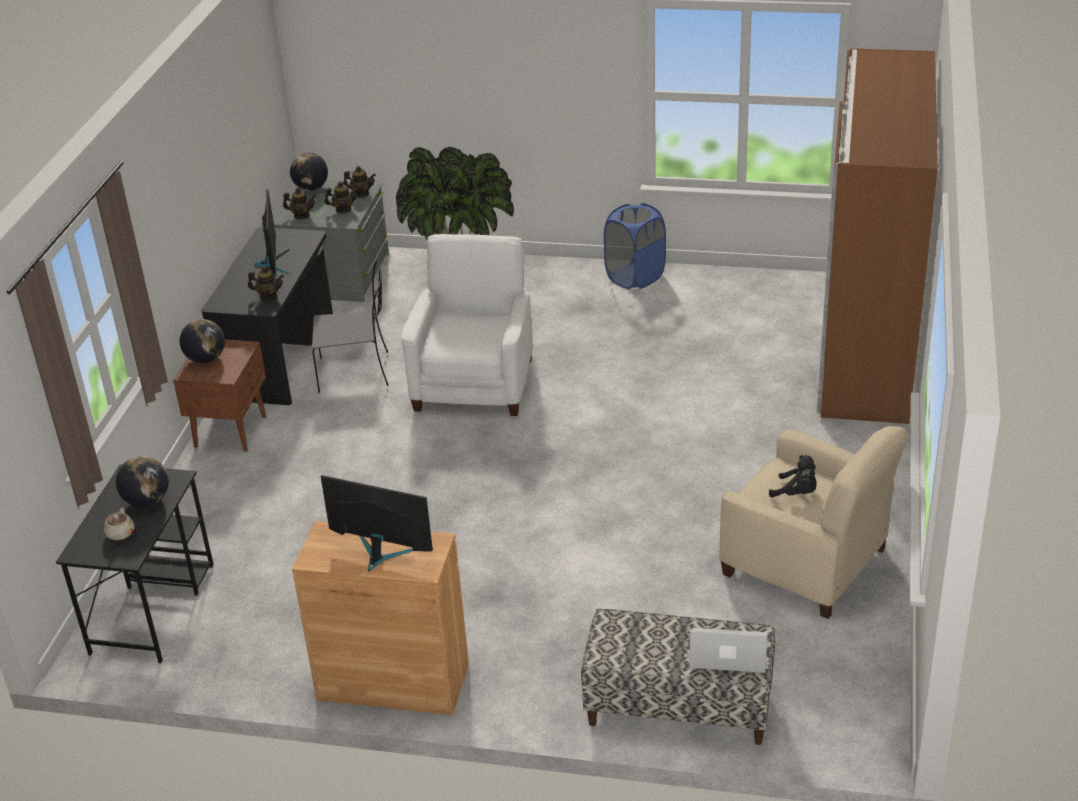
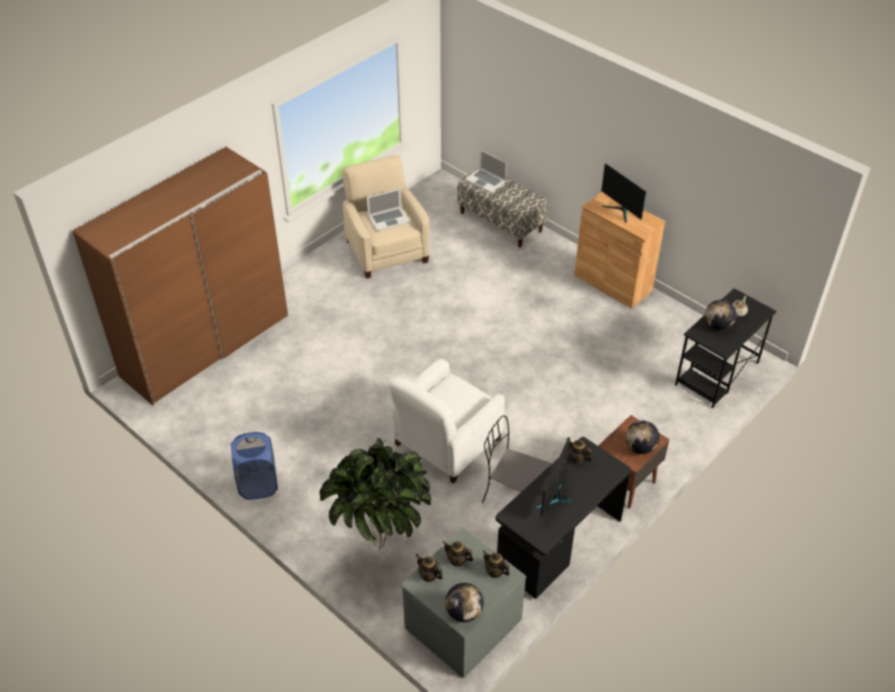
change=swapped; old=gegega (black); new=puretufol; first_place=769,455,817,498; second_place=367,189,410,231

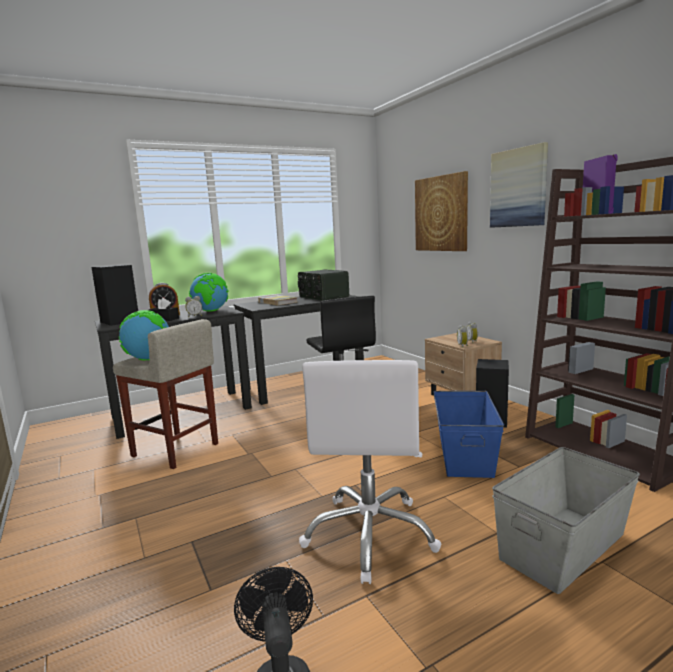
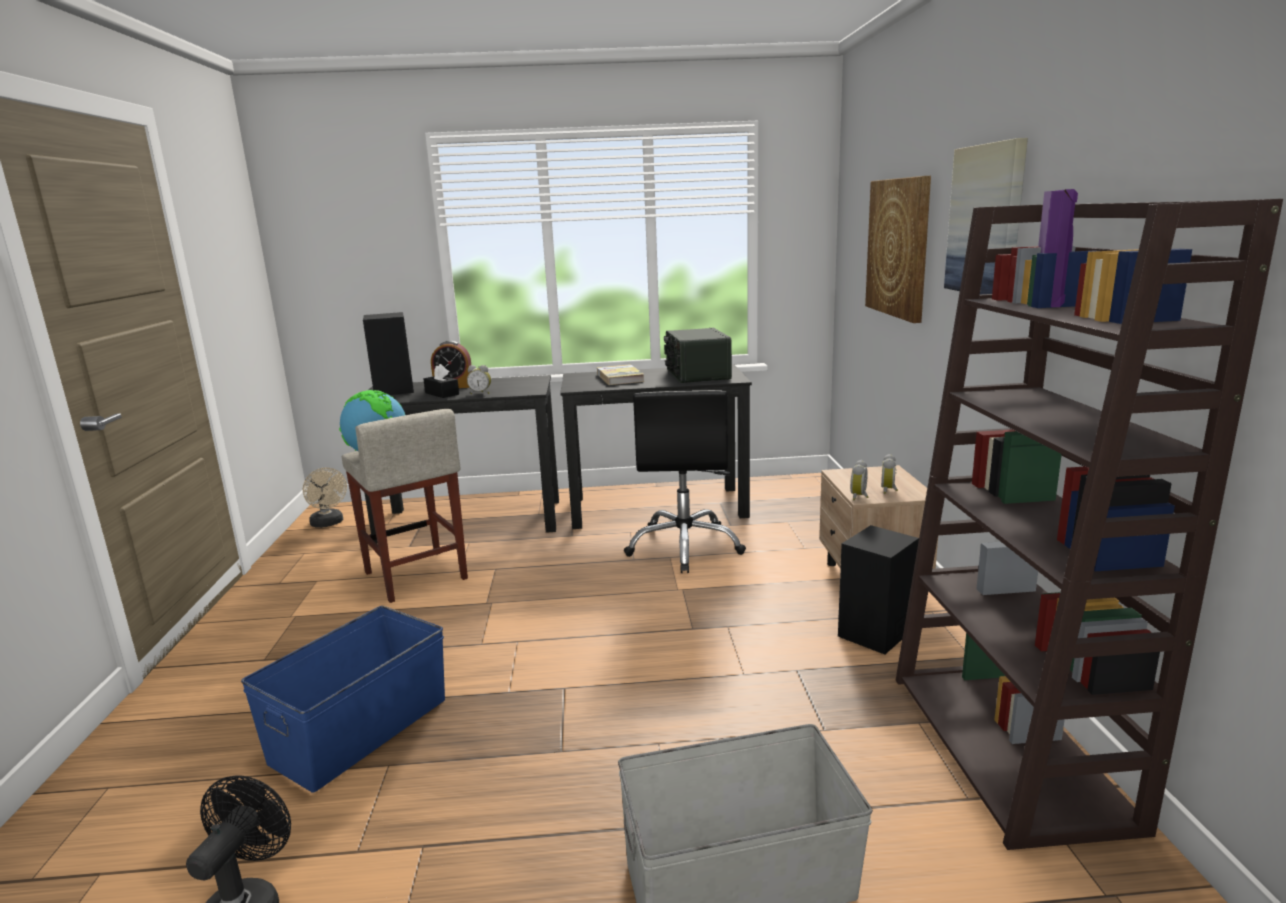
change=gone; old=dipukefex; first_place=189,273,229,312
change=gone; old=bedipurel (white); first_place=299,360,441,584
change=new; new=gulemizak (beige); second_place=303,468,347,528
change=shifted; old=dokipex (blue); first_place=433,391,504,478; second_place=241,606,445,793

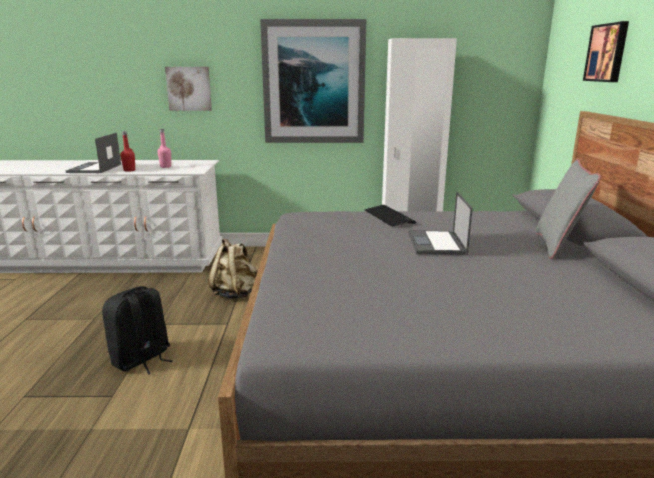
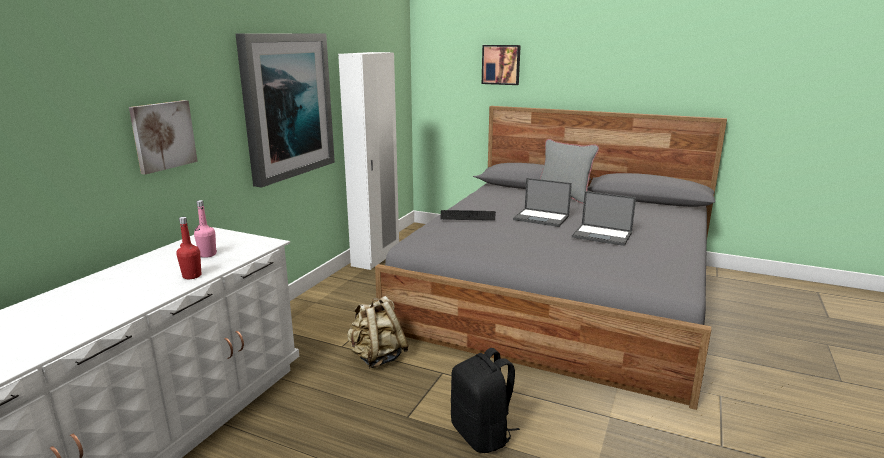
change=shifted; old=puretufol; first_place=66,133,121,173; second_place=572,191,636,246

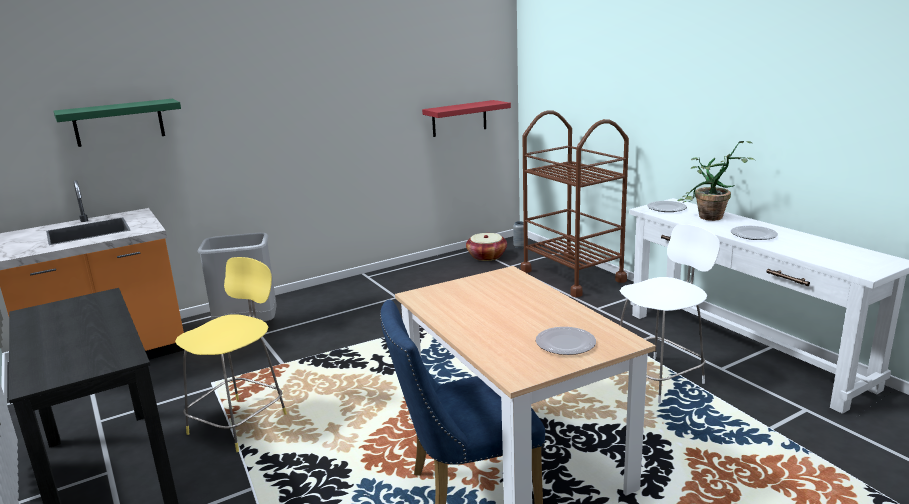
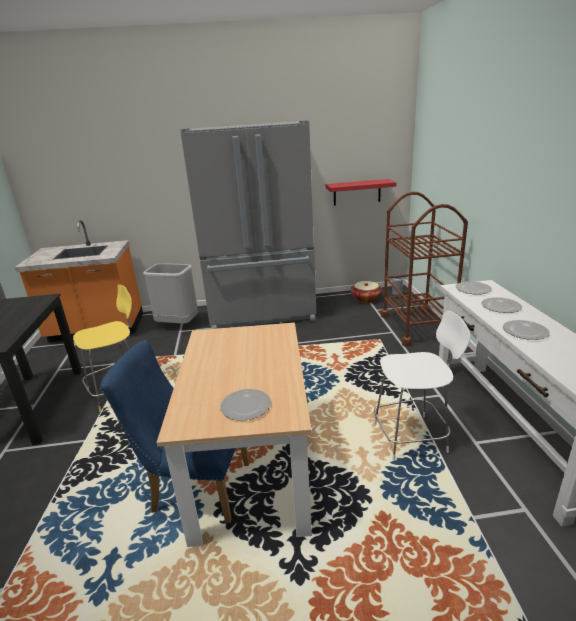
change=gone; old=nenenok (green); first_place=54,99,181,147
change=new; new=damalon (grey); second_place=180,121,316,329
change=swapped; old=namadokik; new=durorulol; first_place=678,141,756,221; second_place=481,297,522,313

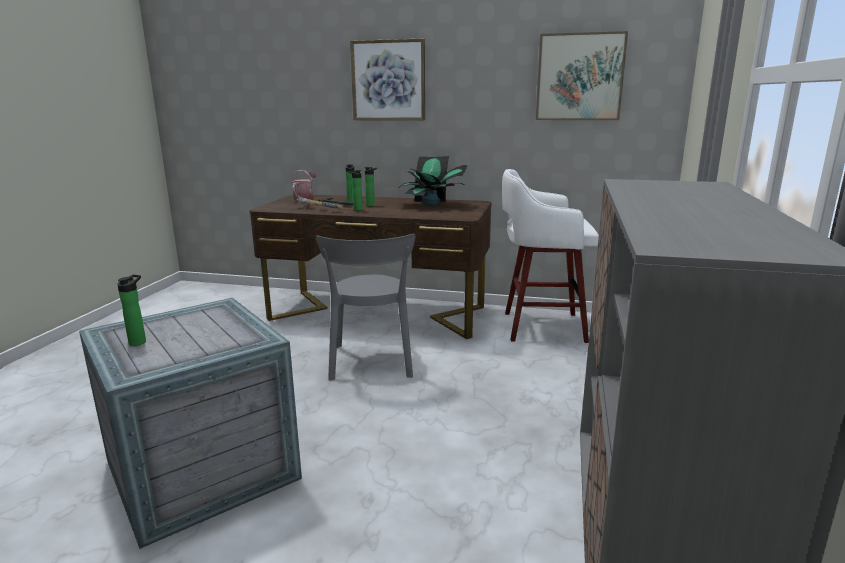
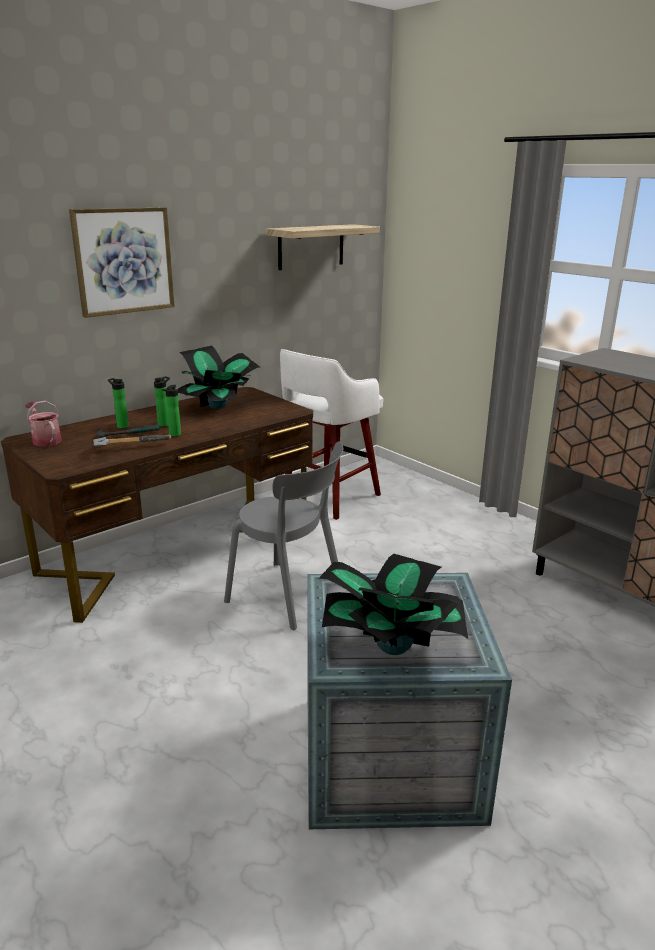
change=swapped; old=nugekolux; new=namadokik; first_place=117,275,146,346; second_place=318,554,468,655
change=swapped; old=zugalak; new=nenenok; first_place=536,31,628,120; second_place=266,224,380,270

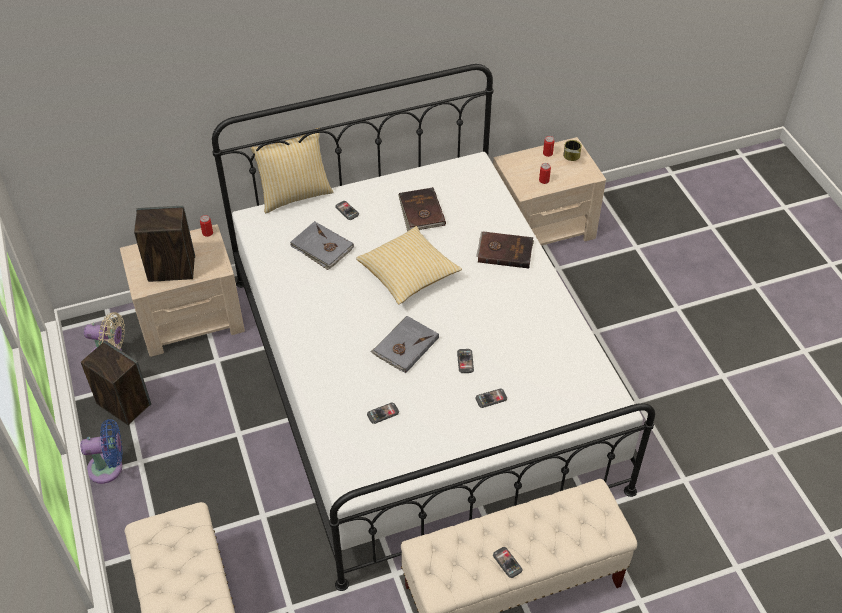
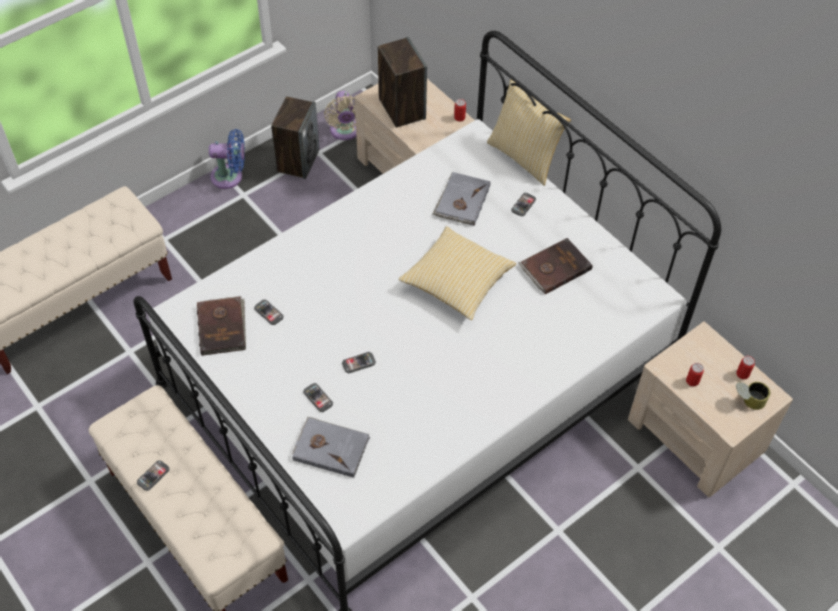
change=shifted; old=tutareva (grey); first_place=371,316,439,373; second_place=292,417,370,478
change=shifted; old=tutareva (brown); first_place=476,231,534,268; second_place=197,296,246,356
change=rotated; old=gulemizak (blue); first_place=80,419,122,484; second_place=209,129,245,189; degrees=-60

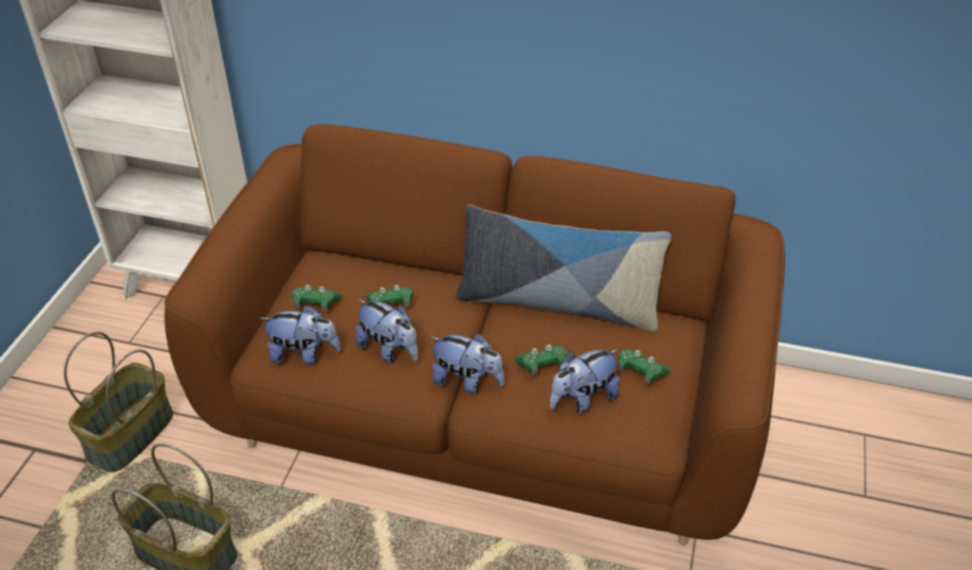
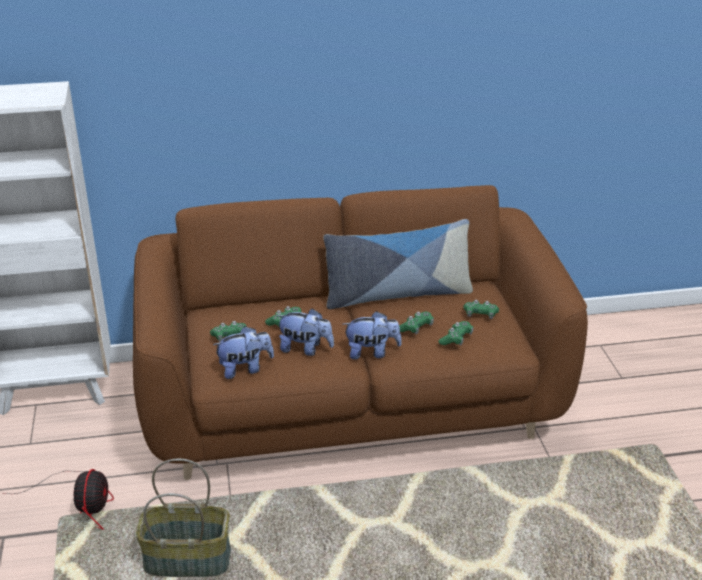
change=swapped; old=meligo; new=gulemizak; first_place=64,332,173,472; second_place=2,469,114,530
change=swapped; old=gegega; new=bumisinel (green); first_place=550,349,620,413; second_place=438,321,474,346

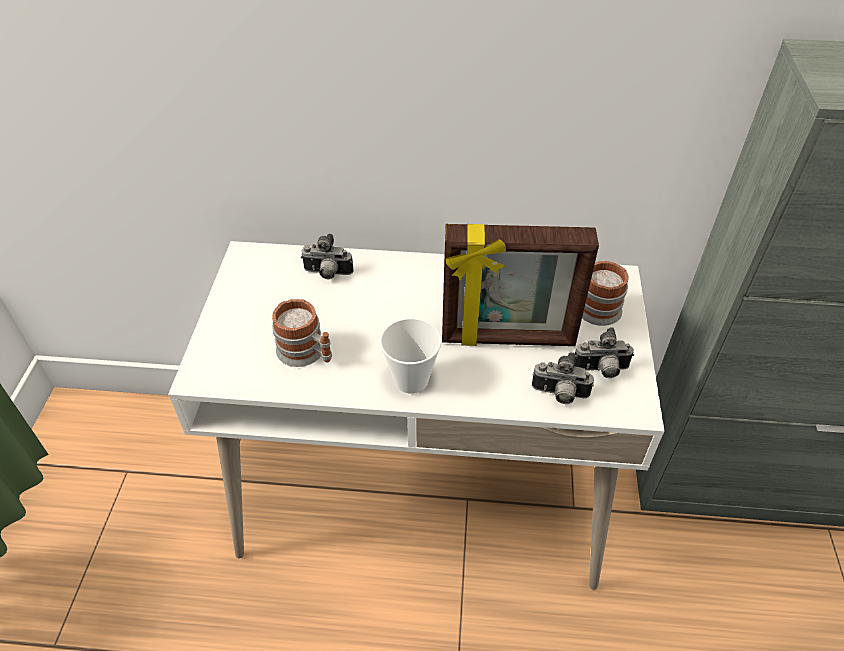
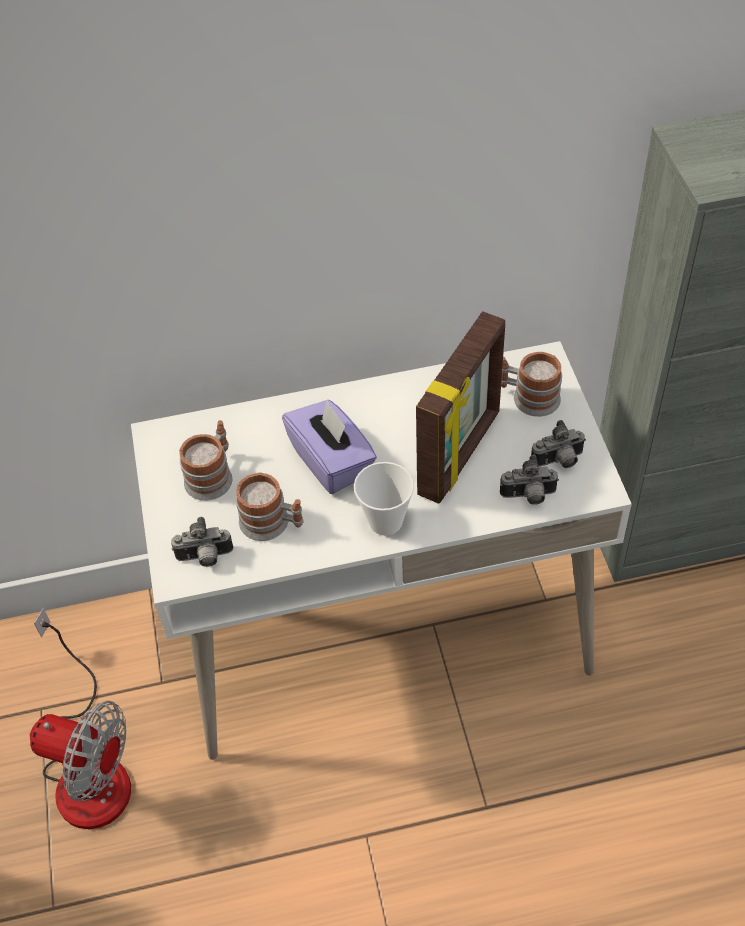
change=new; new=gulemizak; second_place=30,608,131,829
change=new; new=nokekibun; second_place=179,420,232,501
change=new; new=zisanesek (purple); second_place=282,400,377,494
change=shifted; old=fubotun; first_place=301,233,353,279; second_place=171,517,233,567
change=rotated; old=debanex; first_place=442,224,599,346; second_place=416,311,505,504; degrees=-45

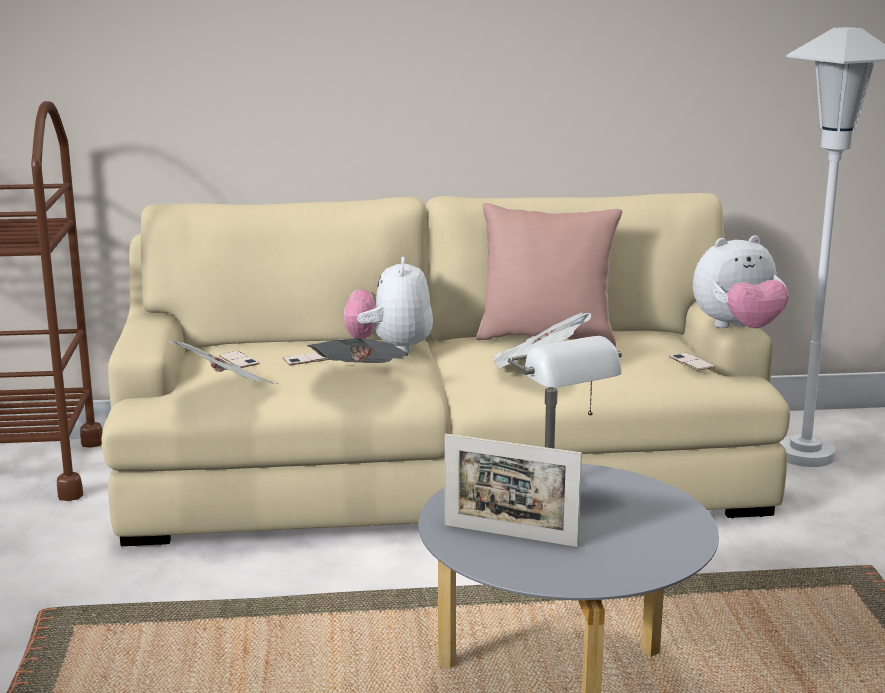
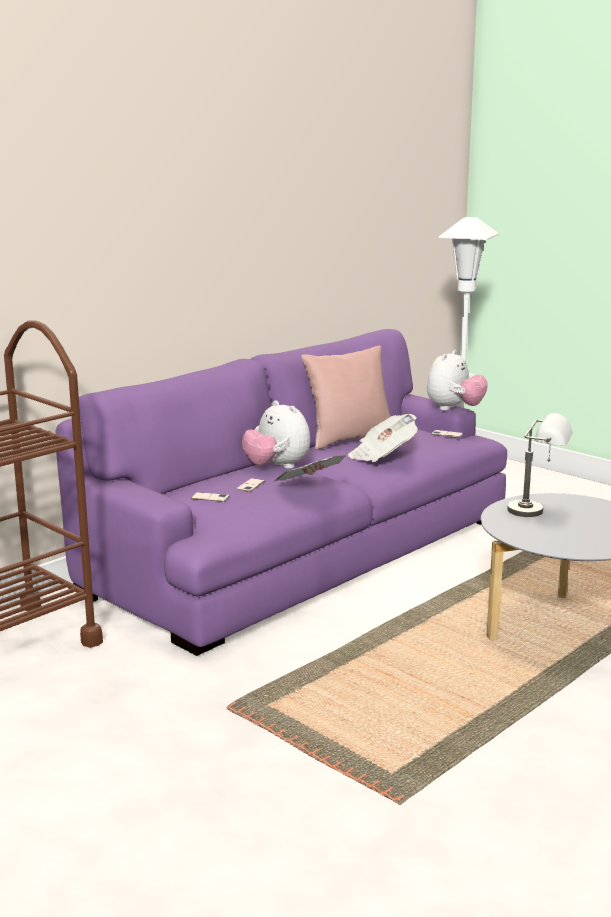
change=gone; old=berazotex; first_place=167,341,280,384
change=gone; old=debanex; first_place=445,434,582,547
change=repainted; old=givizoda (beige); new=givizoda (purple); first_place=102,193,790,546; second_place=56,329,507,656

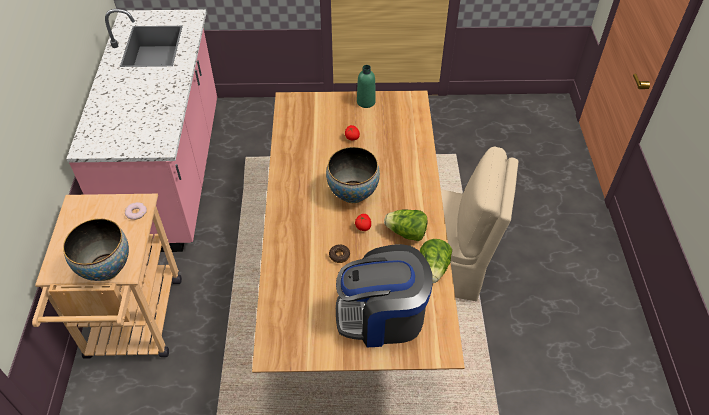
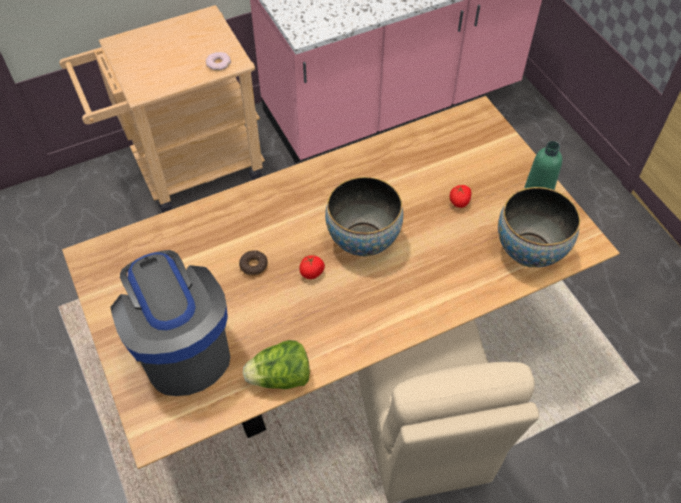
change=gone; old=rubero; first_place=384,209,428,241
change=shifted; old=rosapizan; first_place=63,218,129,281; second_place=498,187,580,267

